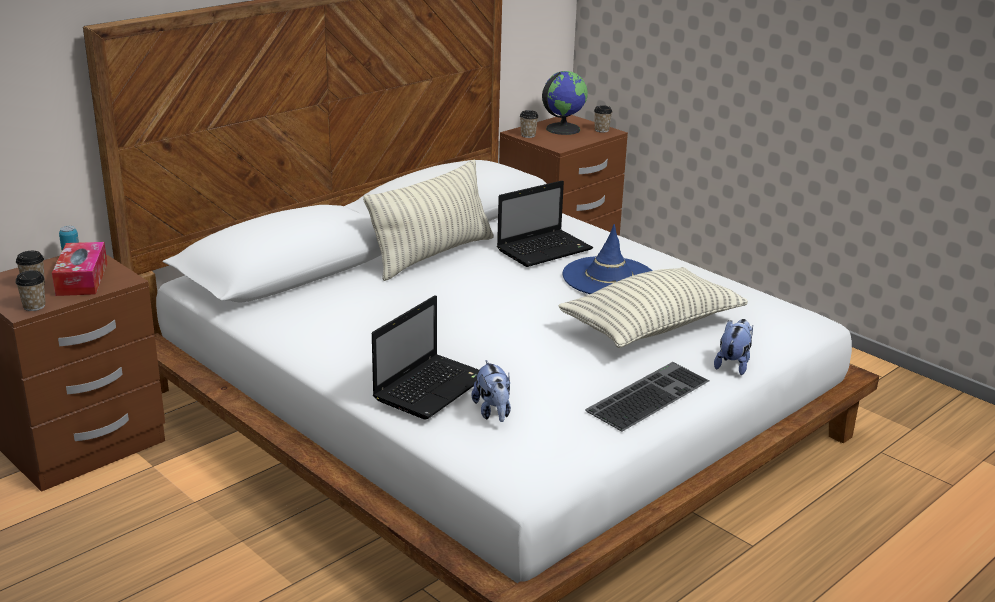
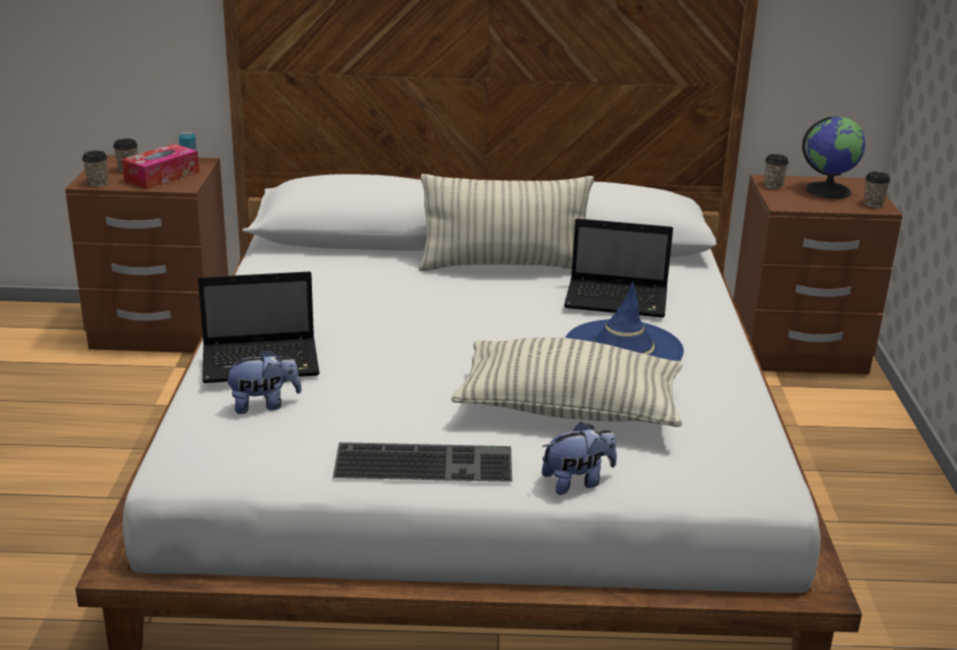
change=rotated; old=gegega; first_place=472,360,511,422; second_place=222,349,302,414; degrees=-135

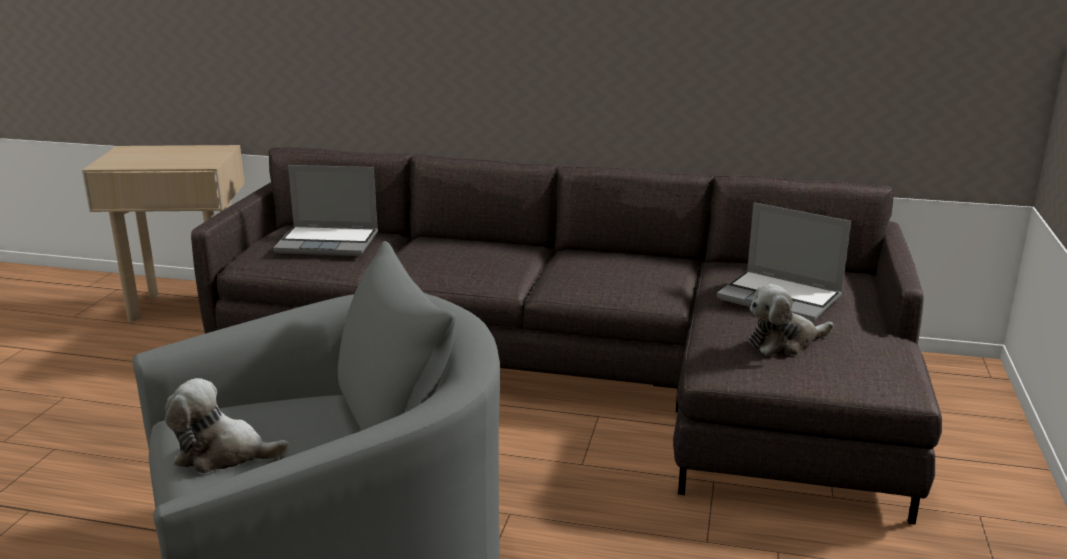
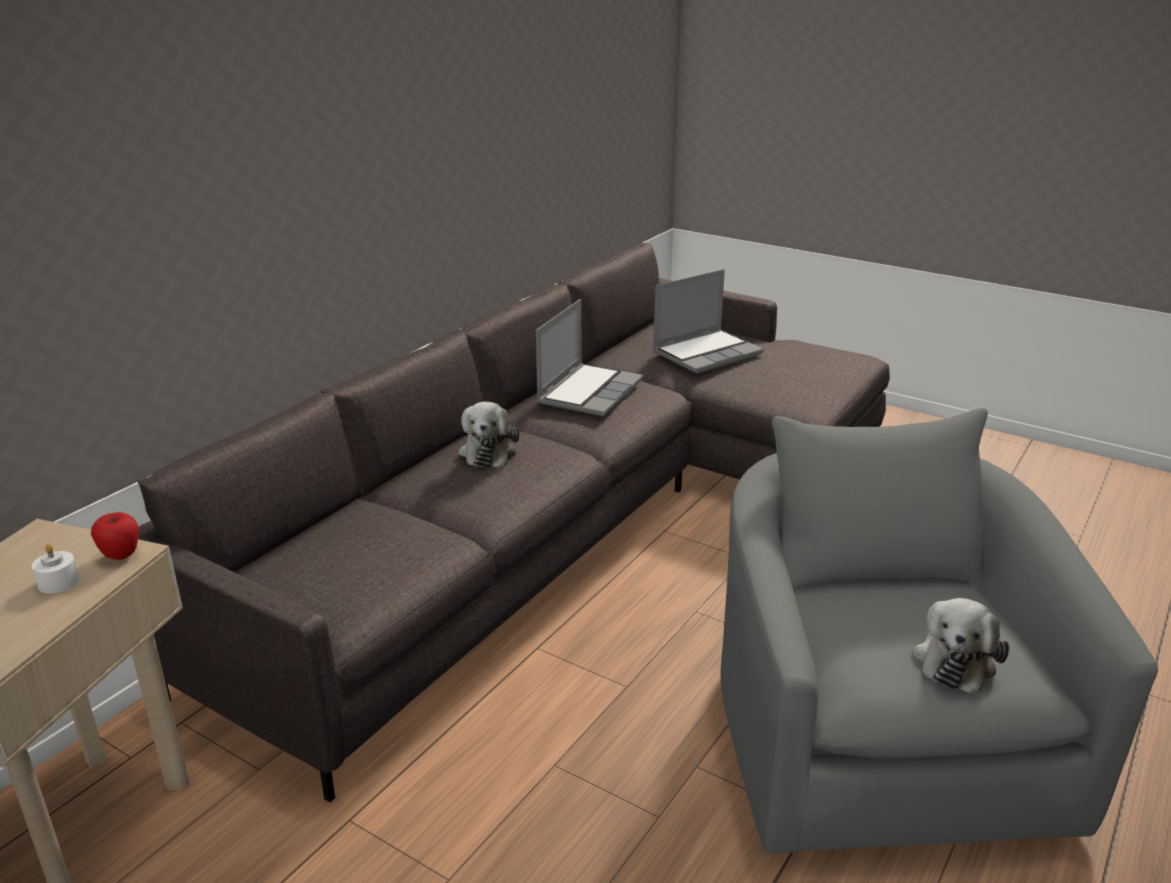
change=new; new=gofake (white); second_place=32,544,79,594
change=new; new=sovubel; second_place=91,512,139,560
change=shifted; old=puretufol; first_place=273,165,378,256; second_place=536,299,643,417
change=shifted; old=gegega; first_place=749,284,834,355; second_place=459,402,520,467

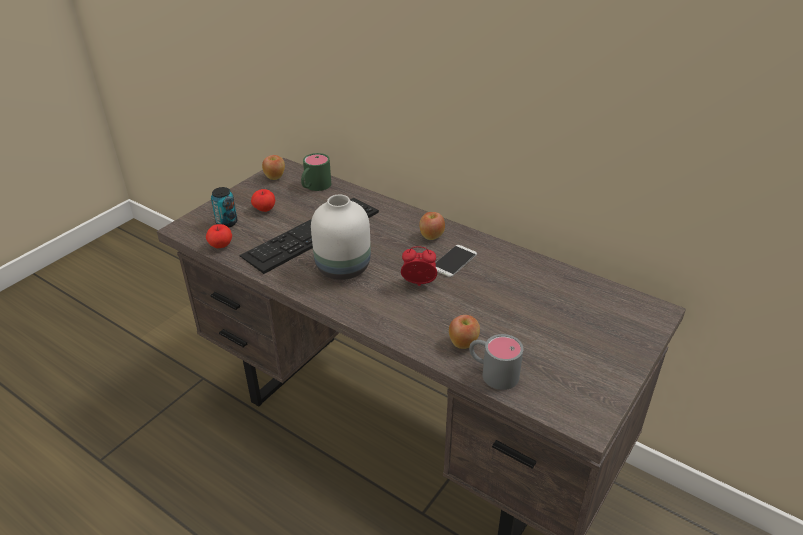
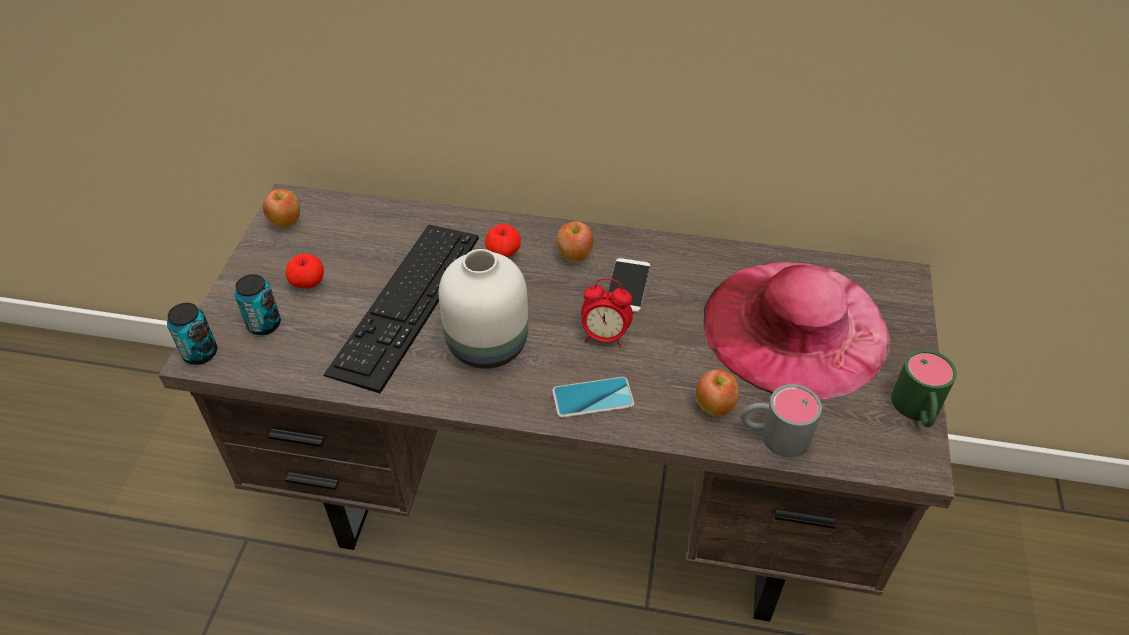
change=new; new=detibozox; second_place=167,303,217,365
change=new; new=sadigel; second_place=552,377,634,418
change=new; new=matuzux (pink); second_place=704,262,890,399
change=shifted; old=sovubel; first_place=206,224,232,248; second_place=485,224,521,258
change=shifted; old=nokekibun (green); first_place=301,153,331,191; second_place=891,350,957,427
change=rotated; old=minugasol; first_place=401,246,437,286; second_place=581,278,633,347; degrees=-150

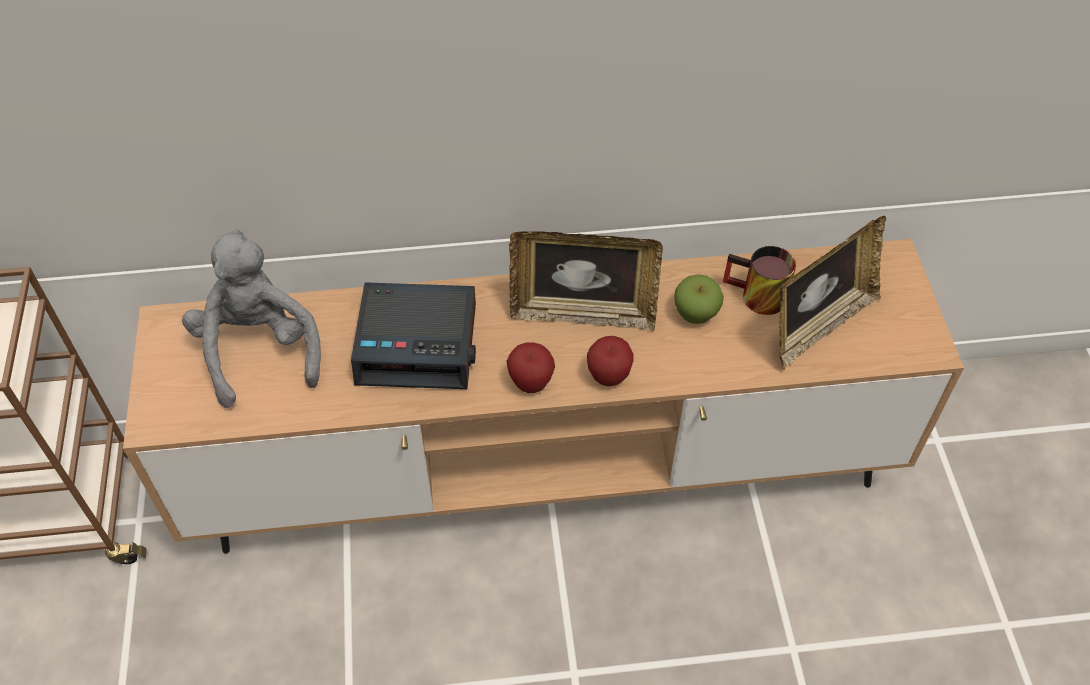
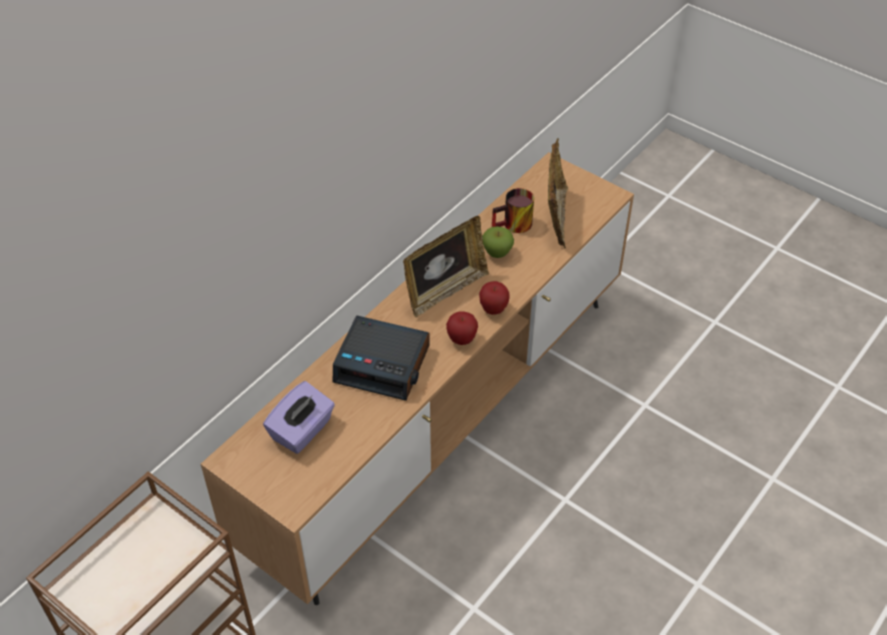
change=swapped; old=gegega (grey); new=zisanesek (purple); first_place=182,229,321,408; second_place=263,381,335,454
change=rotated; old=minugasol; first_place=351,282,476,389; second_place=333,315,429,401; degrees=60

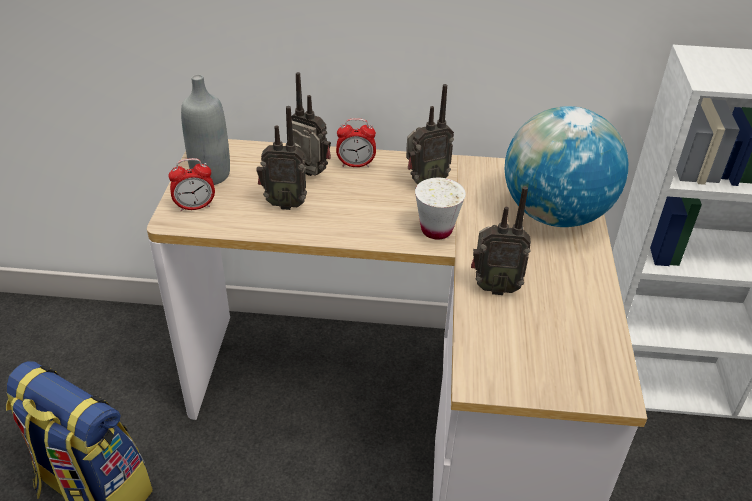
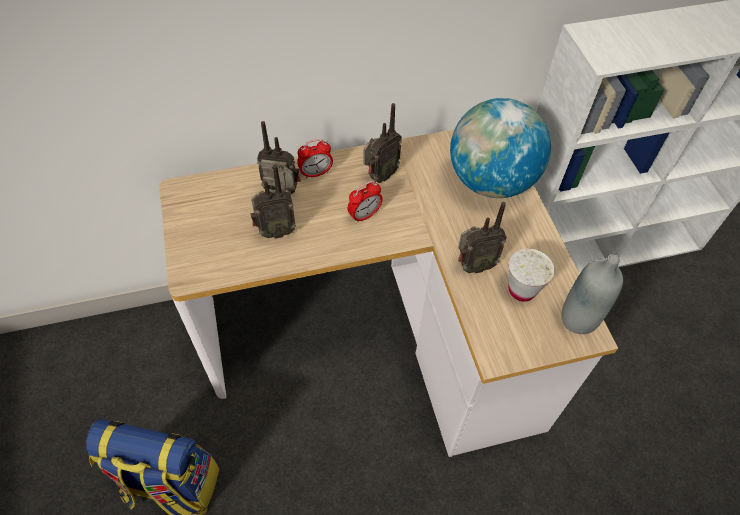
change=shifted; old=minugasol; first_place=168,158,215,212; second_place=348,181,382,223
change=shifted; old=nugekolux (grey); first_place=181,74,230,185; second_place=561,254,623,334
change=shifted; old=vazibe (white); first_place=415,178,466,239; second_place=508,249,554,302

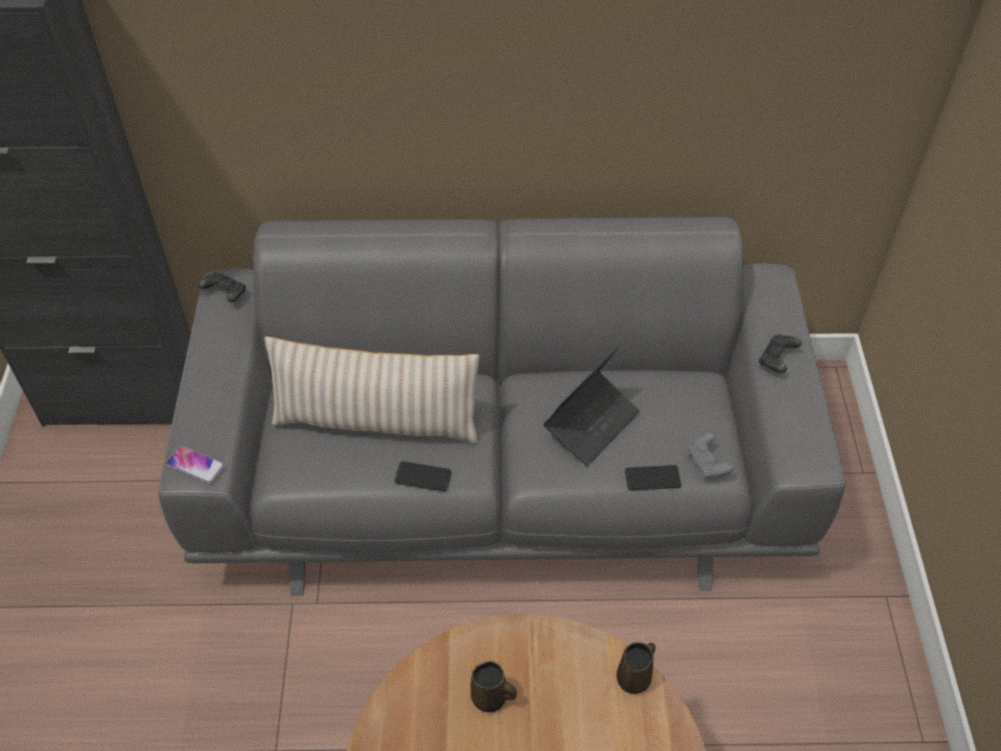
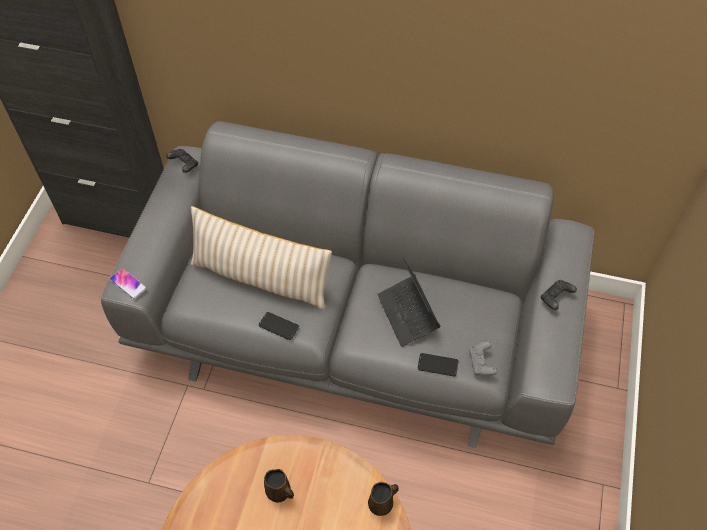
change=rotated; old=puretufol; first_place=544,347,640,466; second_place=378,258,440,347; degrees=105

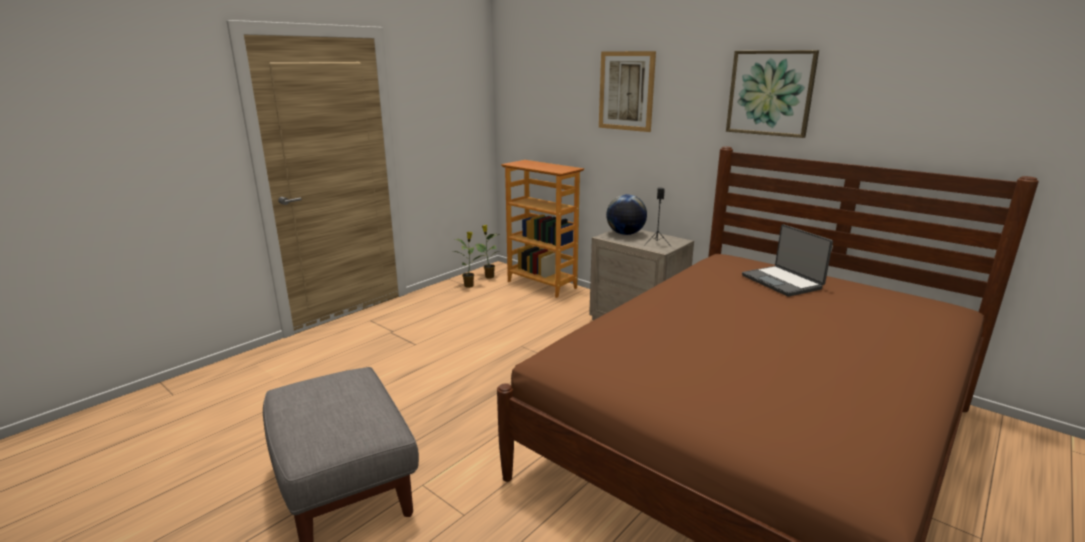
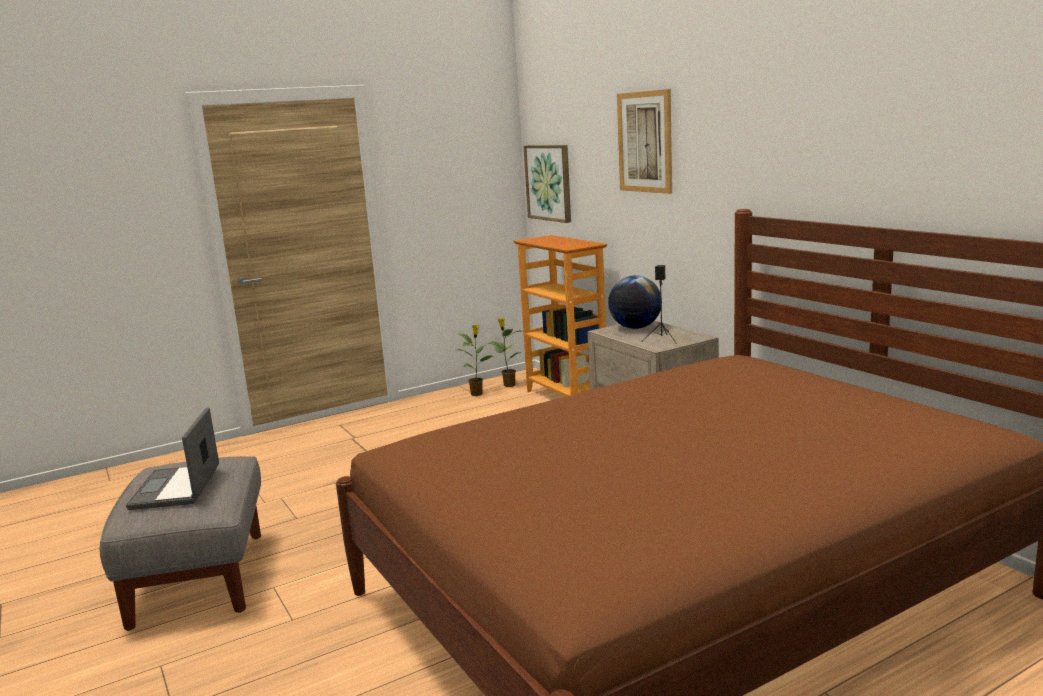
change=shifted; old=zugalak; first_place=726,50,819,138; second_place=524,145,571,223
change=shifted; old=puretufol; first_place=742,224,833,297; second_place=126,408,219,510

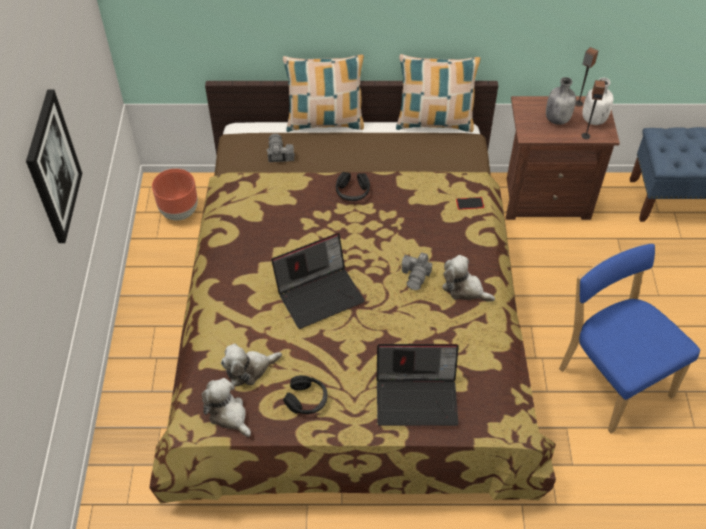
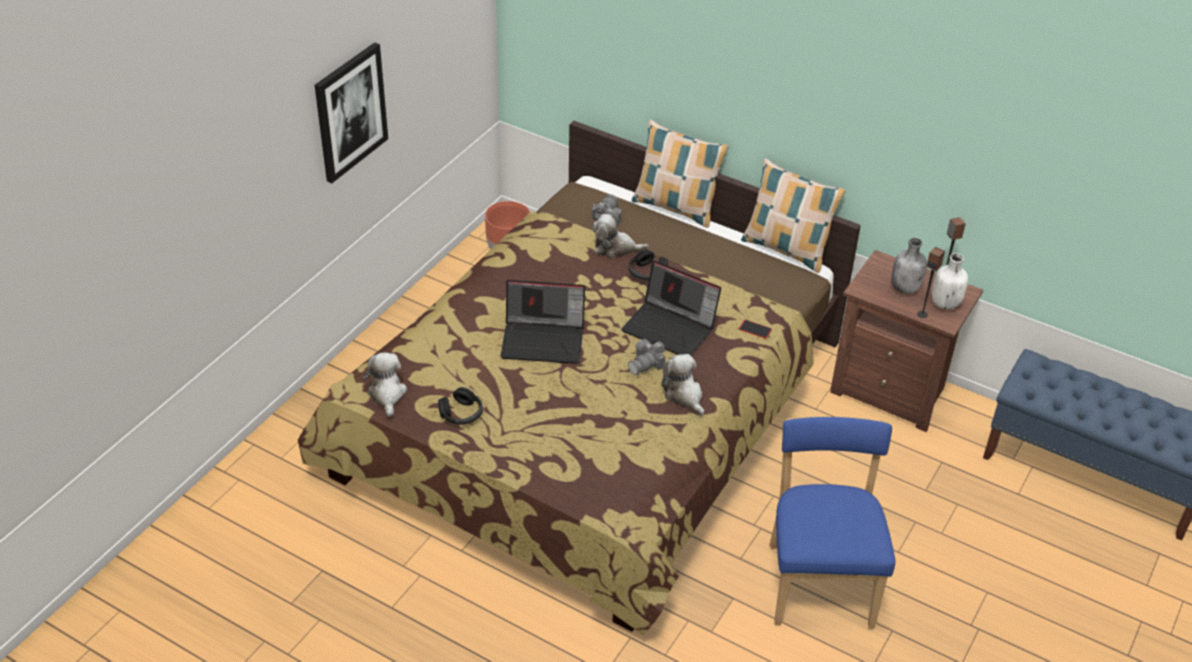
change=shifted; old=gegega; first_place=221,344,282,386; second_place=592,214,649,259
change=shifted; old=puretufol; first_place=377,344,459,426; second_place=621,261,721,356

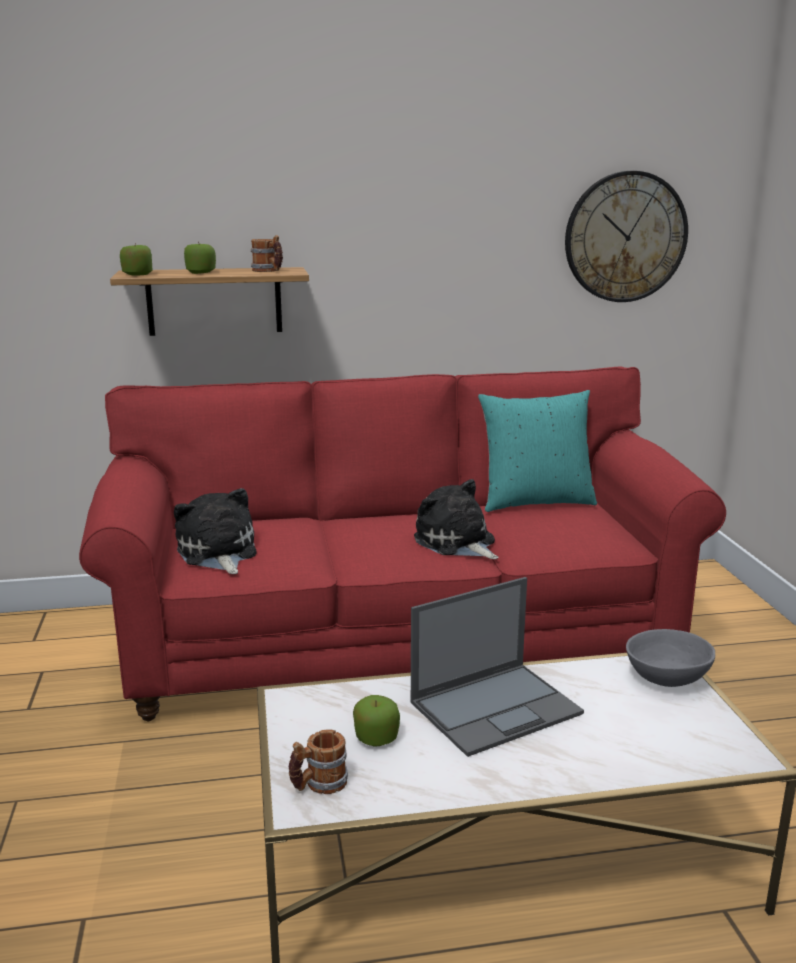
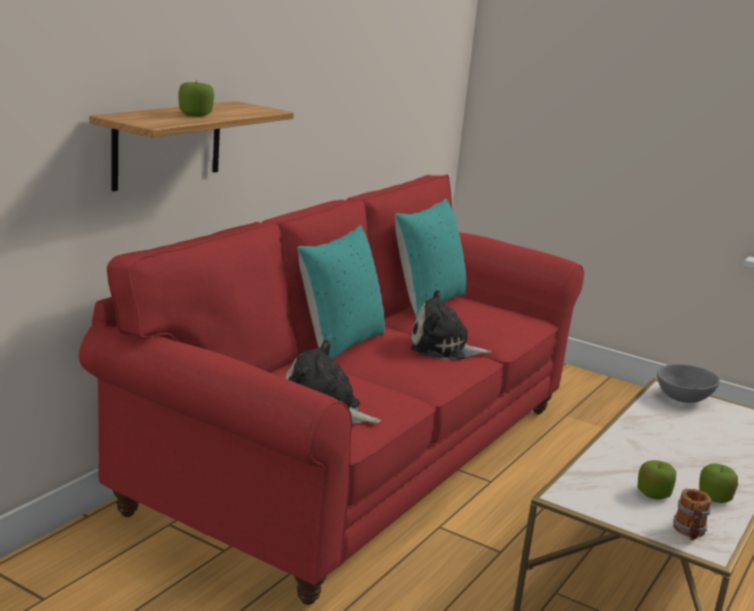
change=gone; old=nokekibun; first_place=251,235,283,272
change=gone; old=puretufol; first_place=410,577,584,757
change=gone; old=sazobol; first_place=565,171,688,302
change=new; new=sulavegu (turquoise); second_place=297,225,385,359
change=shifted; old=sovubel; first_place=120,243,153,275; second_place=699,463,738,503

